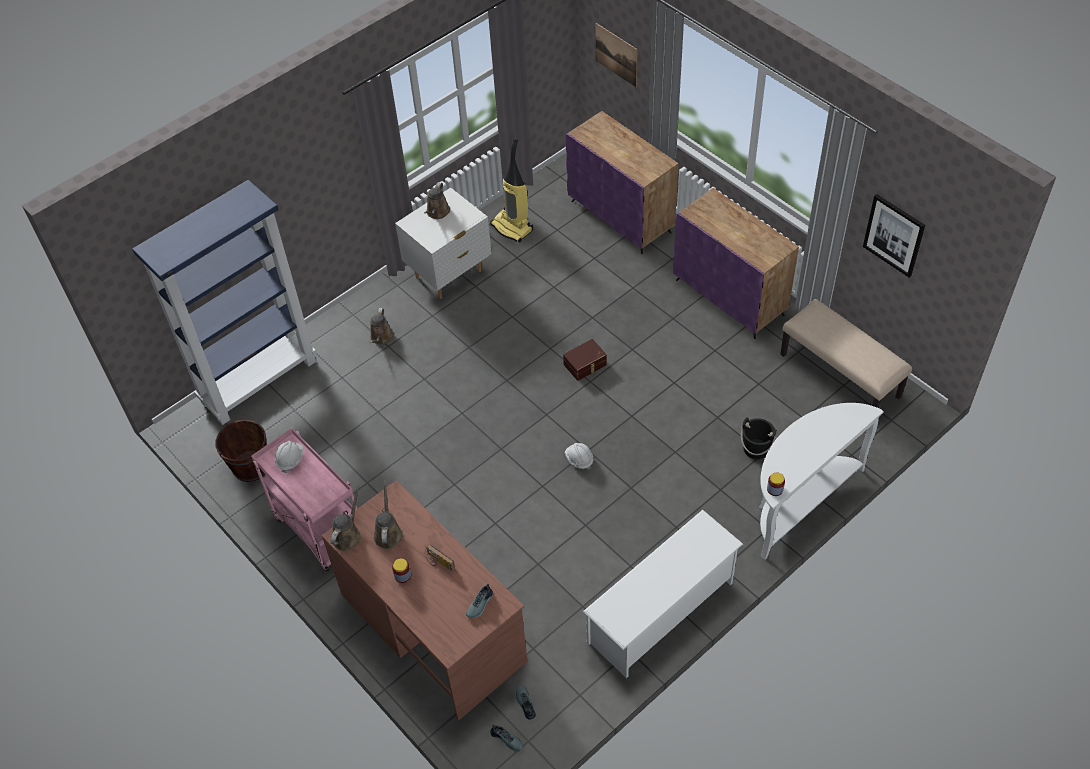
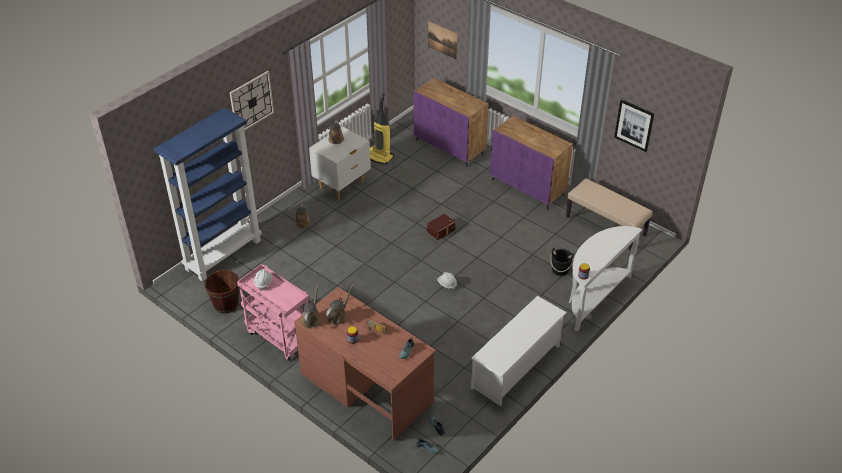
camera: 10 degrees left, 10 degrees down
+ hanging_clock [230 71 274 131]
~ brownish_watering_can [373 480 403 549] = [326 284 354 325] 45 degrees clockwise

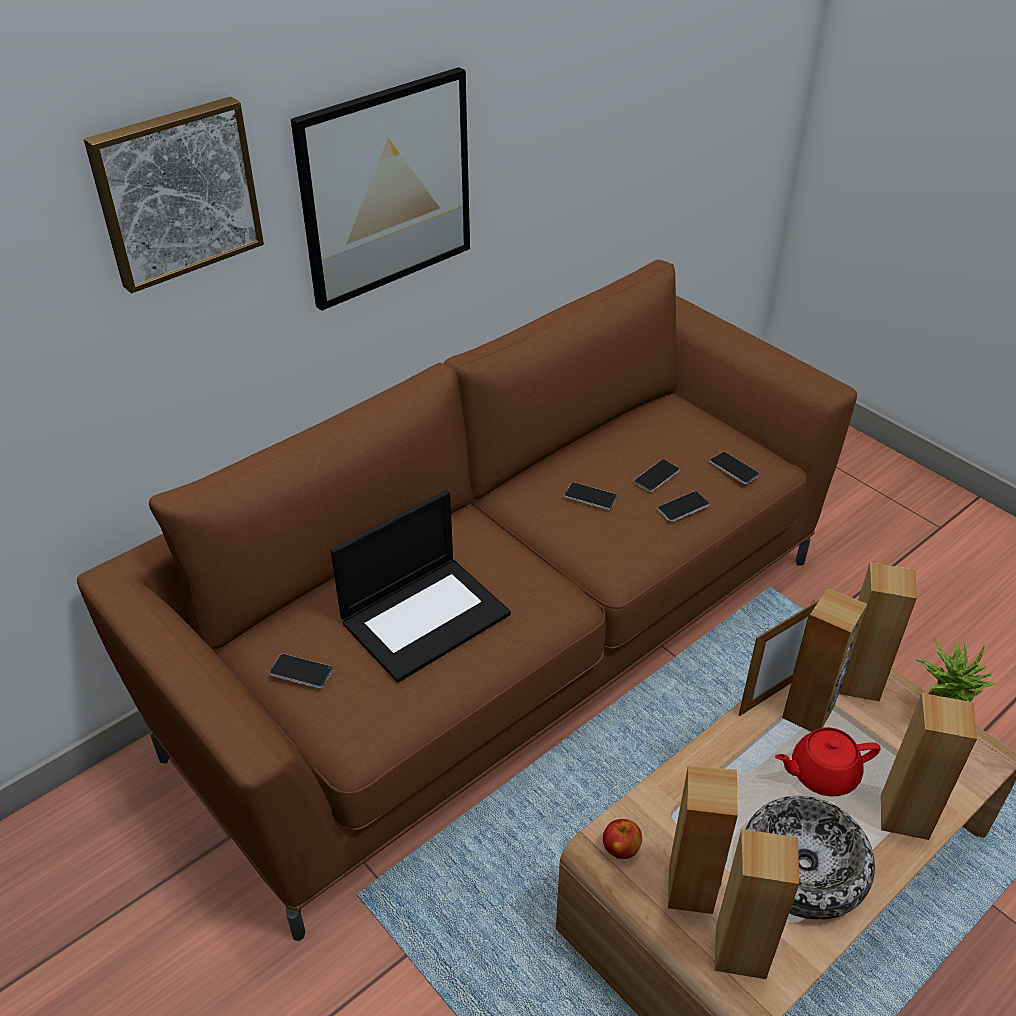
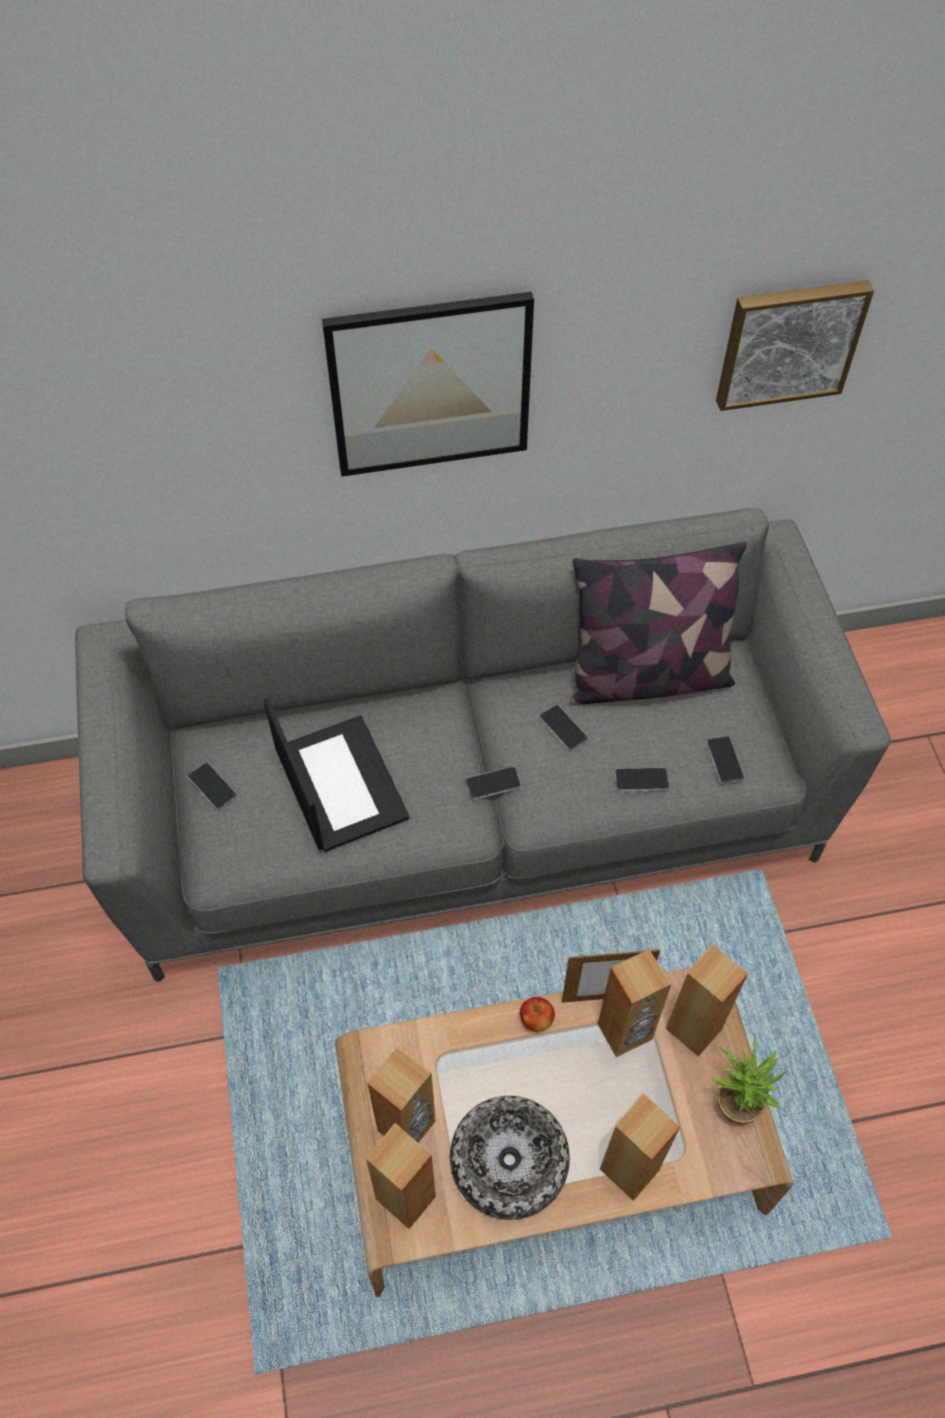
camera: 30 degrees right, 15 degrees up
~ brownish_sofa [77 260 857 941] to gray_sofa [75 508 890 982]
~ laptop [330 490 511 683] = [264 698 409 852] 105 degrees counterclockwise
~ handset [634 459 680 492] to [465 767 521 800]
~ whole_apple [603 819 642 859] to [520 997 555 1032]
+ pillow [569 542 747 705]
~ wall_art [84 97 264 293] to [716 280 874 411]
- red_tea_pot [775 727 881 797]

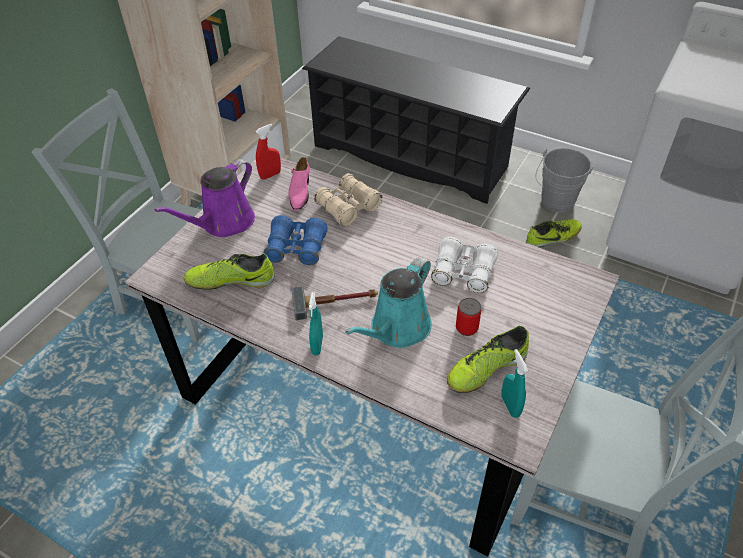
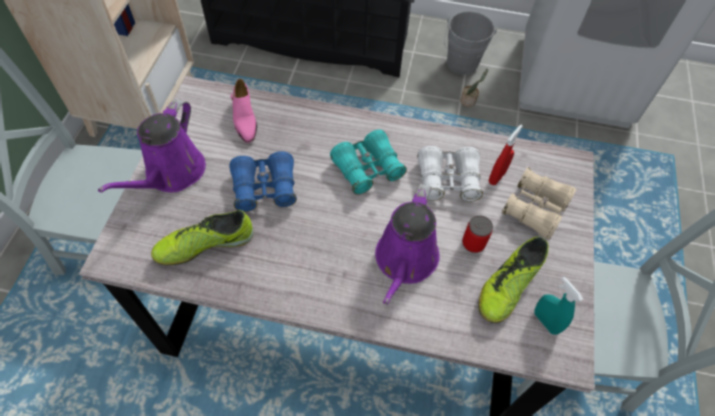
camera: 20 degrees left, 10 degrees up
+ turquoise-coloured_binoculars [330 129 407 195]
~ turquoise-coloured_watering_can [345 257 432 348] to purplish_watering_can [375 184 440 305]
~ low_shoe [526 219 582 248] to potted_plant [460 69 488 107]
~ red_sprayer [256 124 281 179] to [488 125 523 185]
~ beige-coloured_binoculars [314 173 382 227] to [501 167 577 240]
- hand_hammer [292 286 378 320]
- turquoise-coloured_sprayer [309 292 323 355]

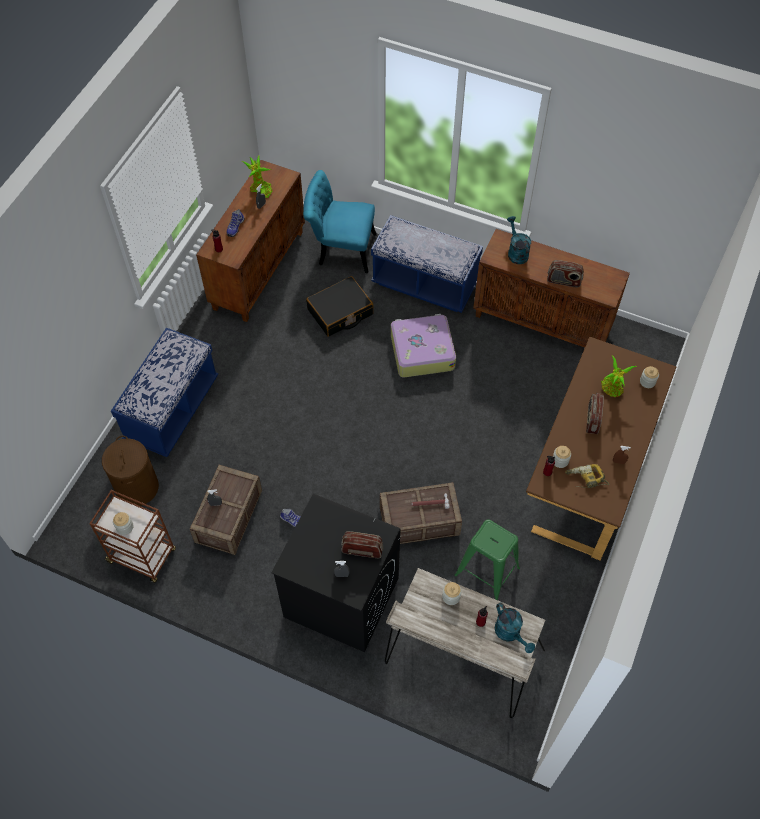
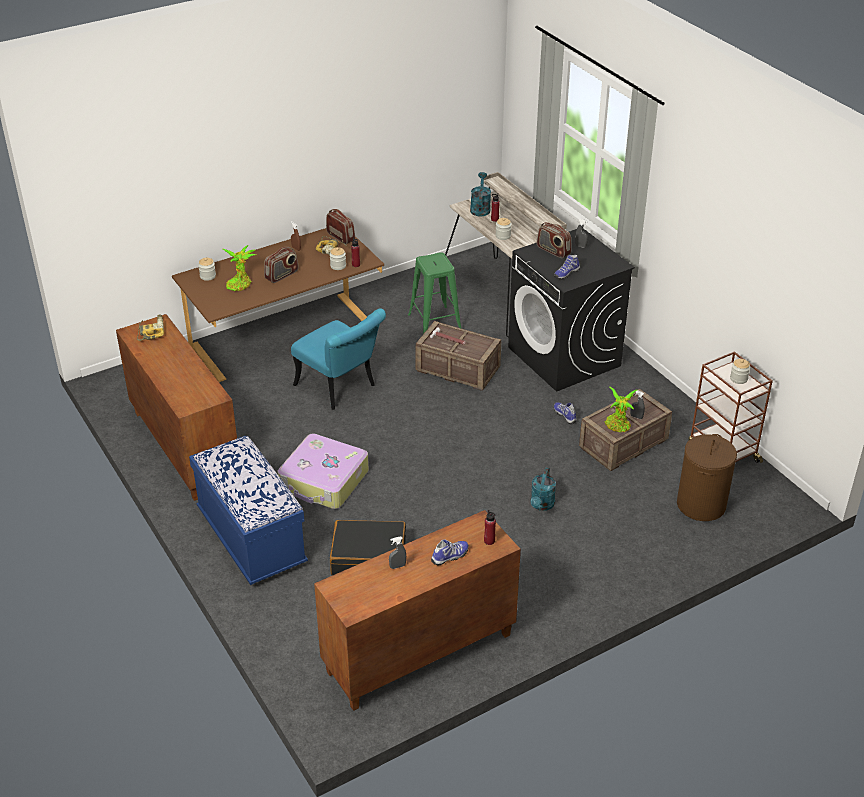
camera: 145 degrees left, 20 degrees down
+ electric_drill [137 314 164 341]
~ turquoise-coloured_upright_chair [303 170 377 273] to [291 308 386 410]
~ radio_set [547 260 584 288] to [326 209 355 244]
~ turquoise-coloured_watering_can [507 216 531 264] to [531 468 556 511]
+ low_shoe [554 255 580 280]
~ potted_plant [242 156 272 198] to [604 387 637 432]
- blue-coloured_indoor_bench [111 328 218 457]

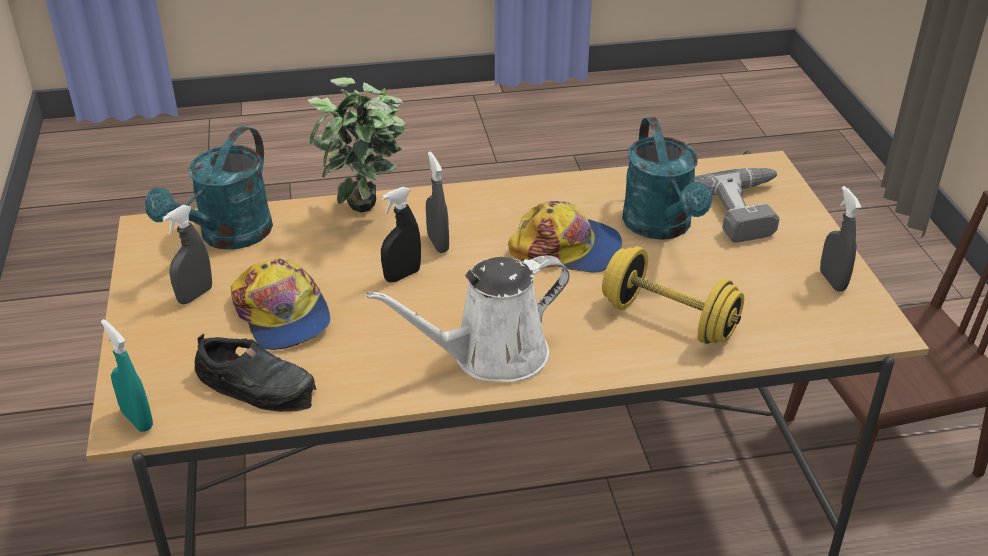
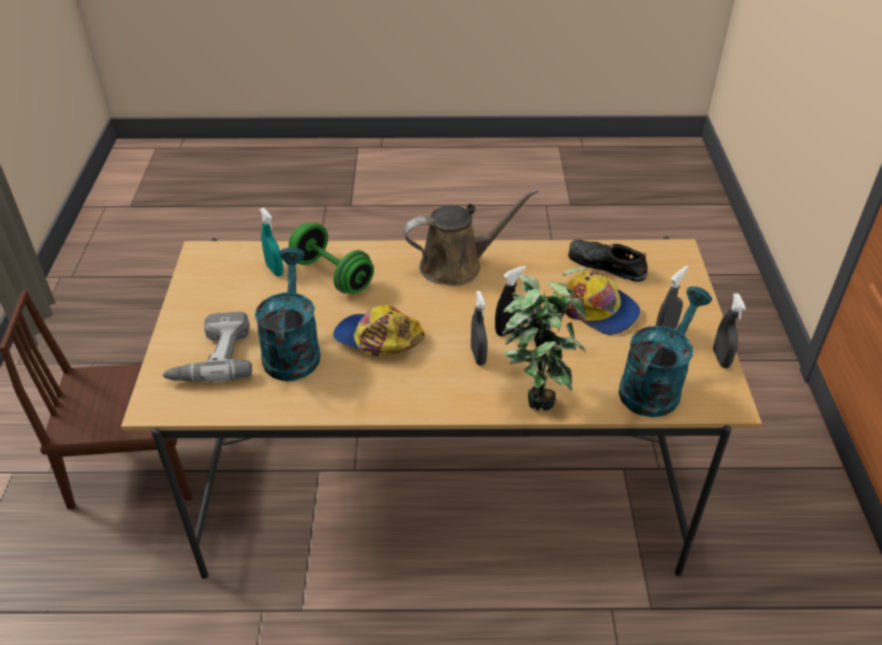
camera: 170 degrees left, 5 degrees up
~ turquoise-coloured_sprayer [101 319 153 432] to [260 208 284 276]
~ yellow-coloured_dumbbell [602 246 744 344] to greenish_dumbbell [289 223 374 294]
~ white-coloured_watering_can [366 255 569 382] to brownish_watering_can [404 189 538 286]
~ baseball_cap [231 258 331 350] = [553 270 640 335] 150 degrees clockwise
~ gray_sprayer [820 186 861 292] to [713 293 746 368]

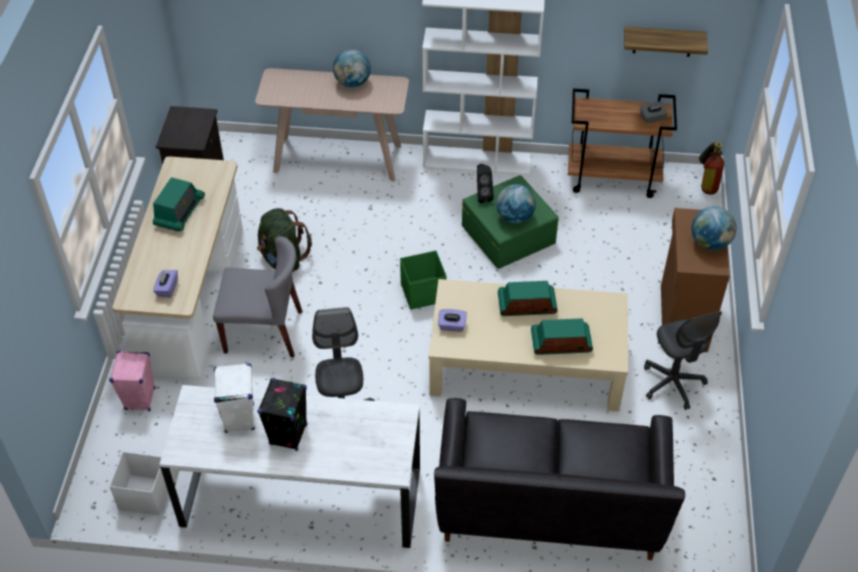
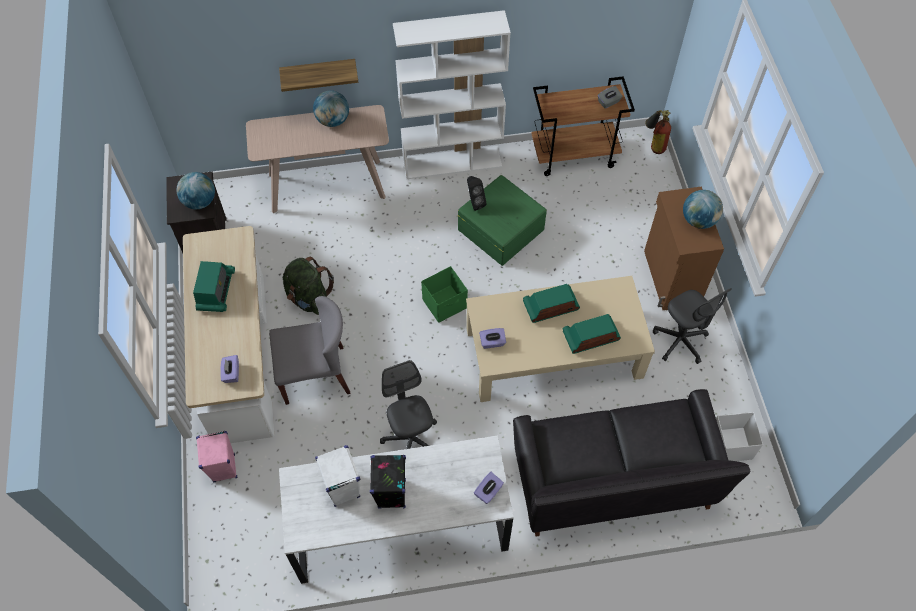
camera: 15 degrees left, 10 degrees up
~ world_globe [496 184 536 224] to [176 172 215 209]
~ bracket_shelf [624 27 708 57] to [279 59 358 92]
+ purplish_box_of_tissues [474 472 504 504]
~ white-coloured_storage_container [109 452 168 515] to [716 412 763 461]

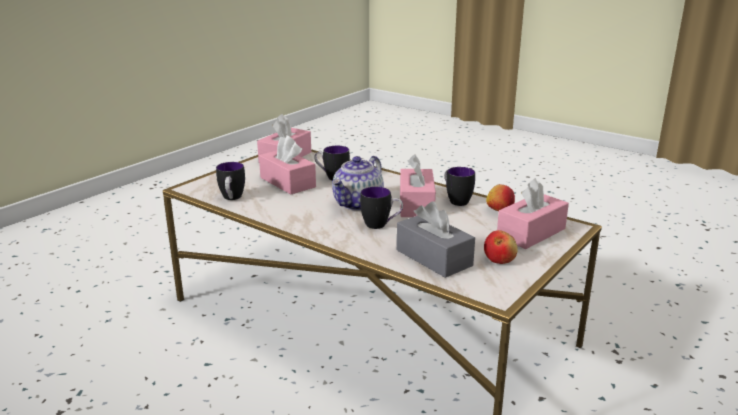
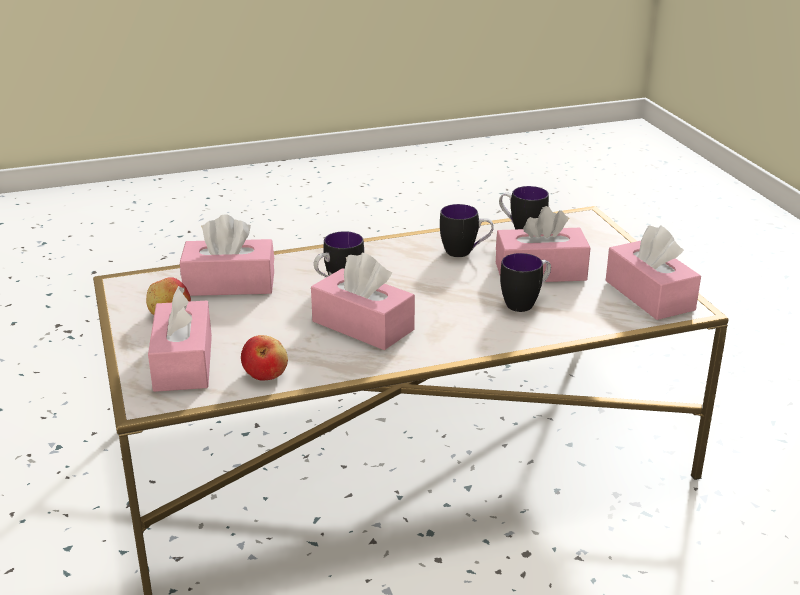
camera: 125 degrees right, 5 degrees up
~ gray_box_of_tissues [397 201 475 278] to pinkish_box_of_tissues [180 214 274 296]
~ tea_mug [445 167 475 206] to [440 204 494 257]
- tea_pot [332 156 384 211]

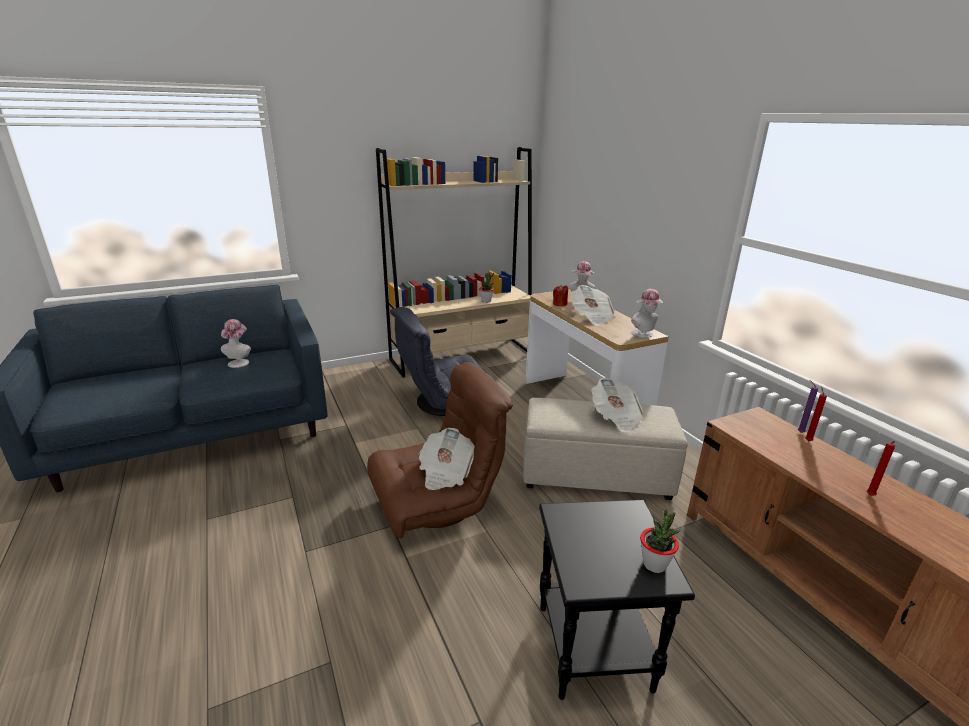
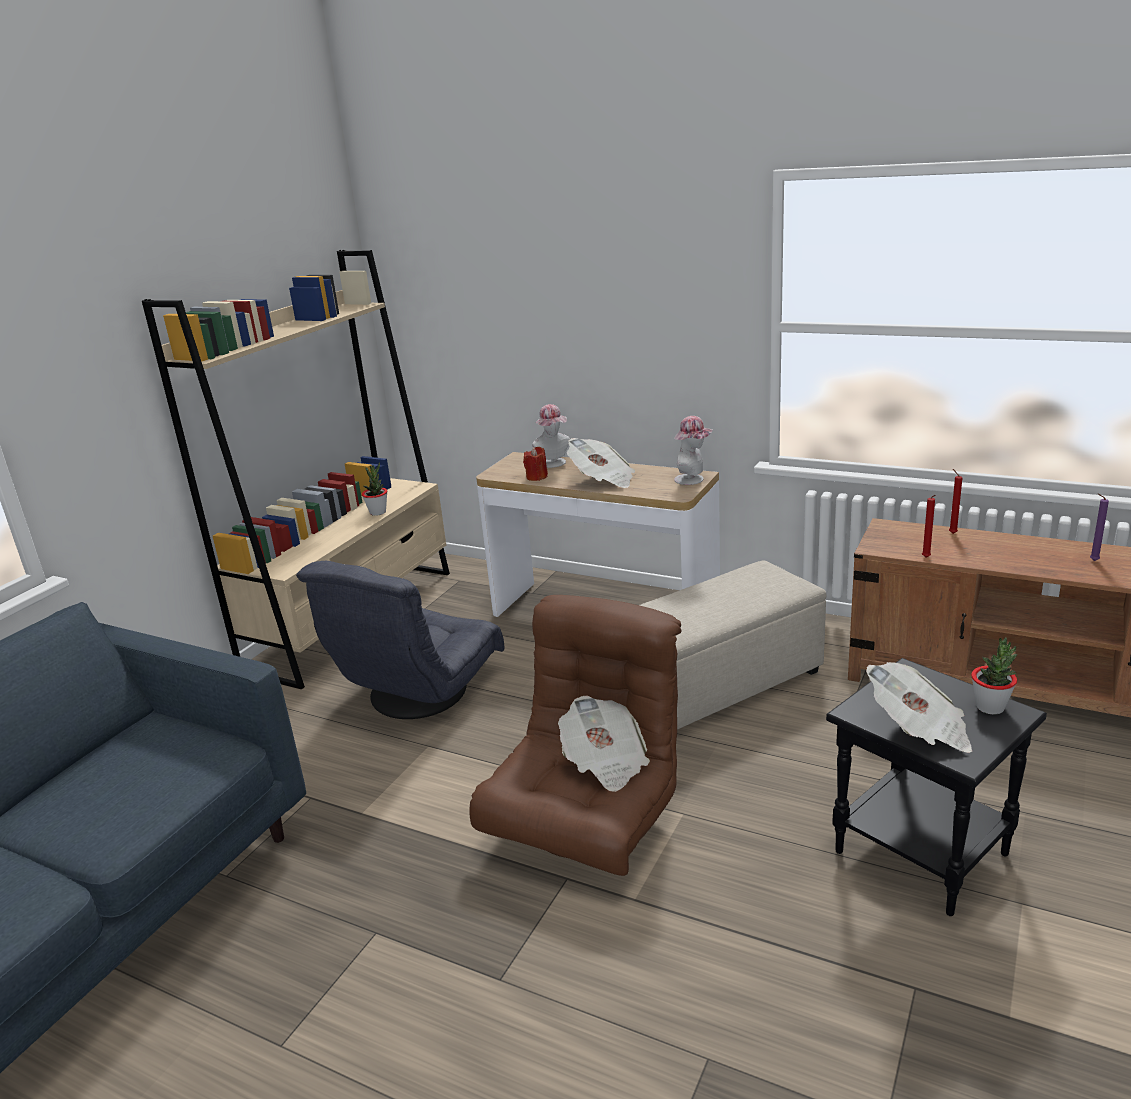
camera: 35 degrees left, 0 degrees up
~ newspaper [591 378 645 433] to [866 662 972 753]
~ red_wax_light [867 441 896 496] to [922 495 936 557]
~ purplish_wax_light [798 380 818 433] to [1090 493 1109 561]
- wearable_hat [221 319 251 368]

